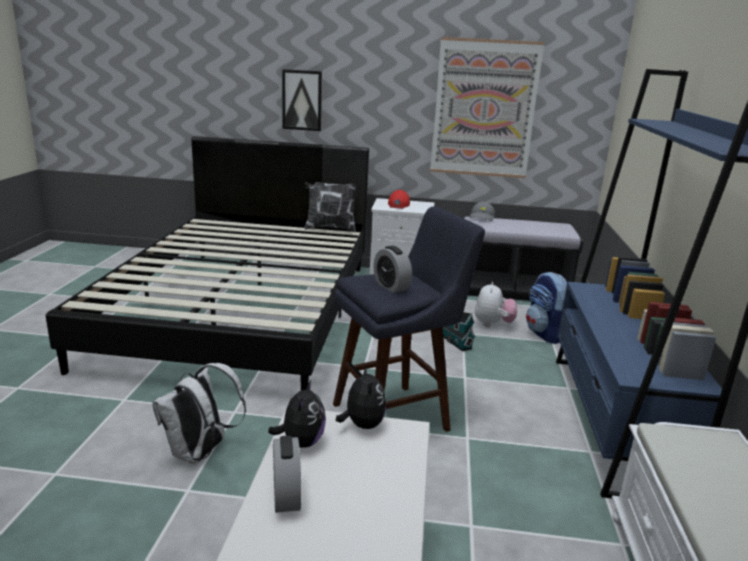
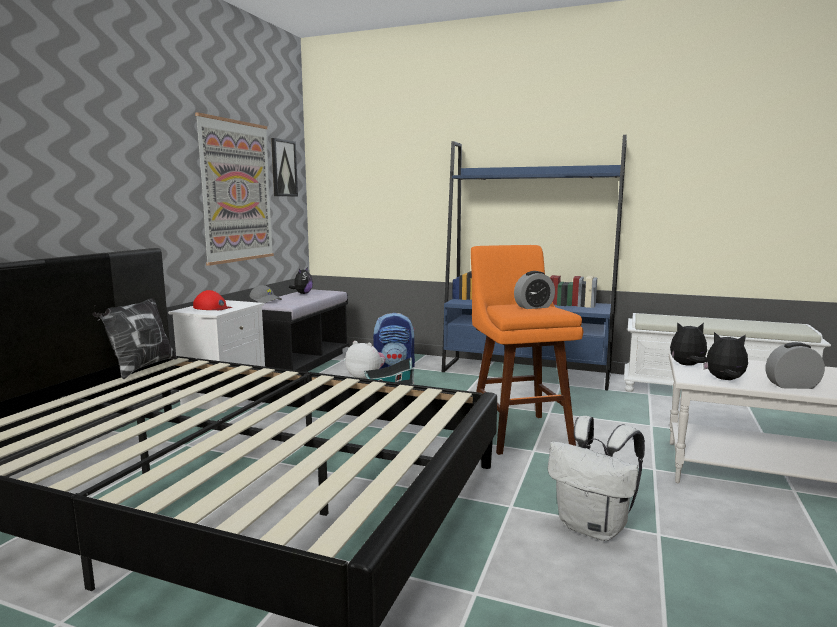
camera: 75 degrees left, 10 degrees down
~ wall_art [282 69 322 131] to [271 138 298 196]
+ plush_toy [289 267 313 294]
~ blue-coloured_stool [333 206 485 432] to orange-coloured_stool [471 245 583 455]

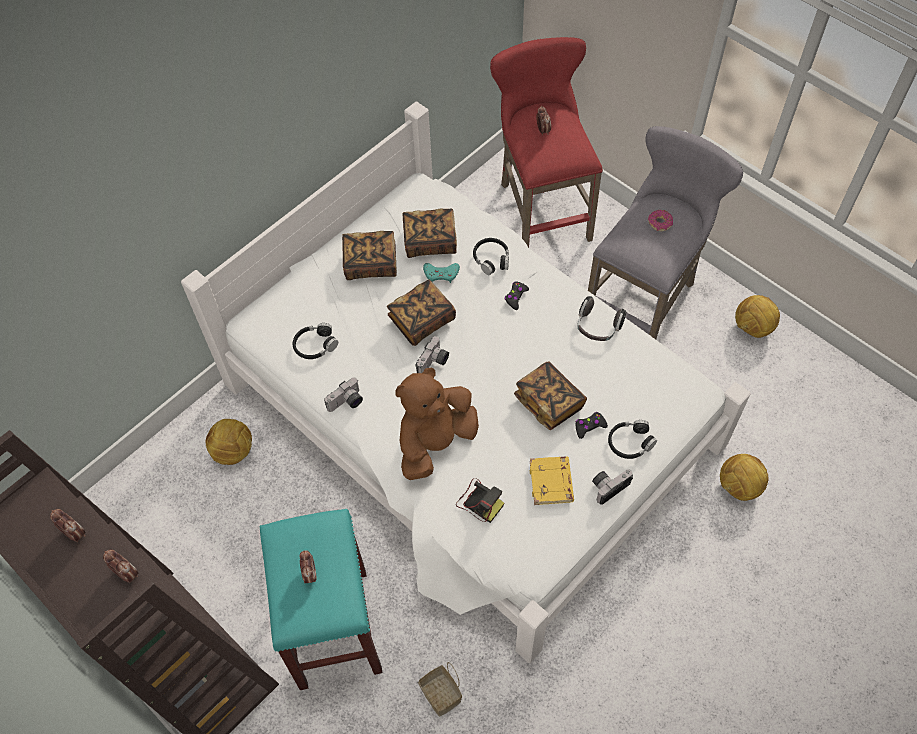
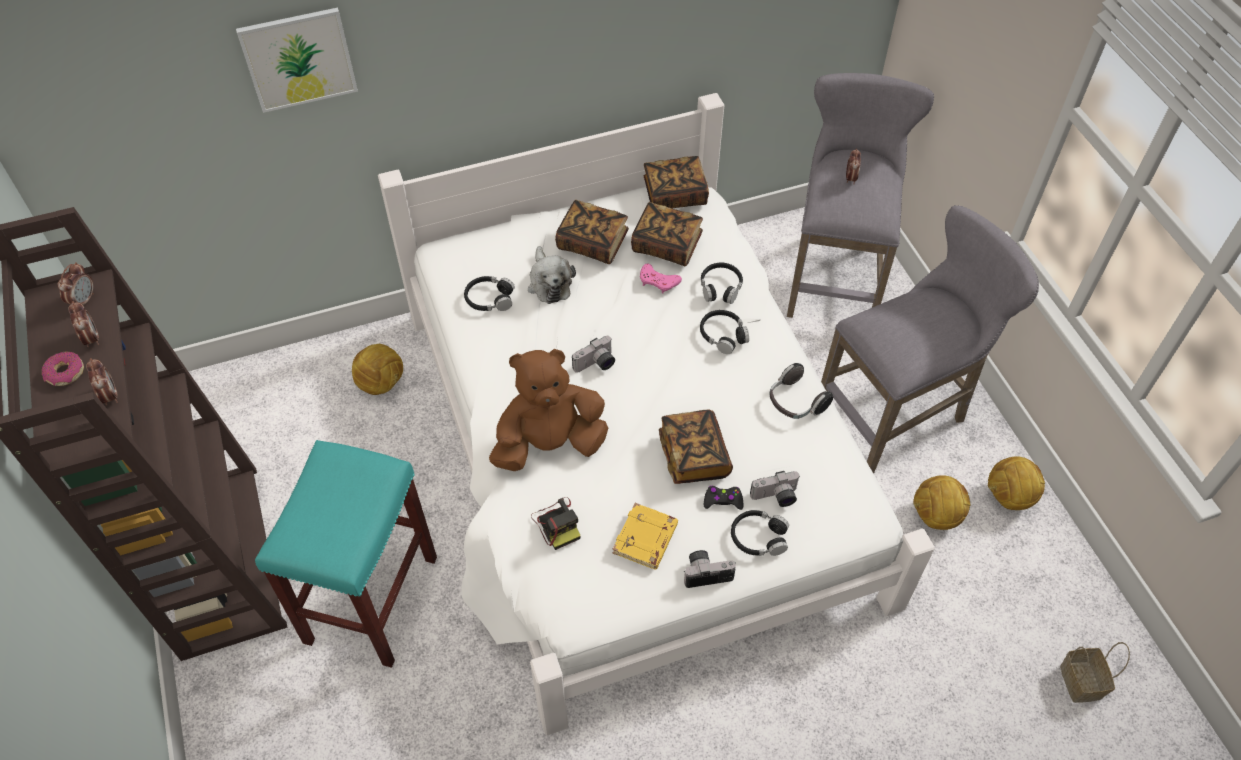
camera: 25 degrees right, 5 degrees down
~ ring_doughnut [648 210 673 231] to [42 352 84 386]
~ bedside_clock [299 550 317 583] to [57 262 94 305]
+ wall_art [236 7 358 113]
+ plush_toy [528 246 576 304]
~ turquoise-coloured_game_controller [423 263 460 283] to pinkish_game_controller [640 263 682 293]
~ volume [387 280 456 346] to [644 156 709 209]
~ blackish_game_controller [505 281 529 310] to blackish_pair_of_headphones [700 310 749 354]
~ photo_camera [324 377 363 412] to [750 471 800 507]
~ red_stool [490 37 603 248] to gray_stool [787 73 934 318]
~ ball_for_football [720 454 768 501] to [913 475 970 530]
~ basket [418 662 462 717] to [1060 642 1130 703]

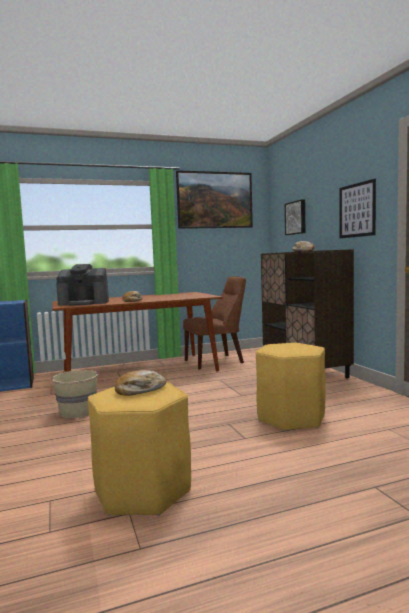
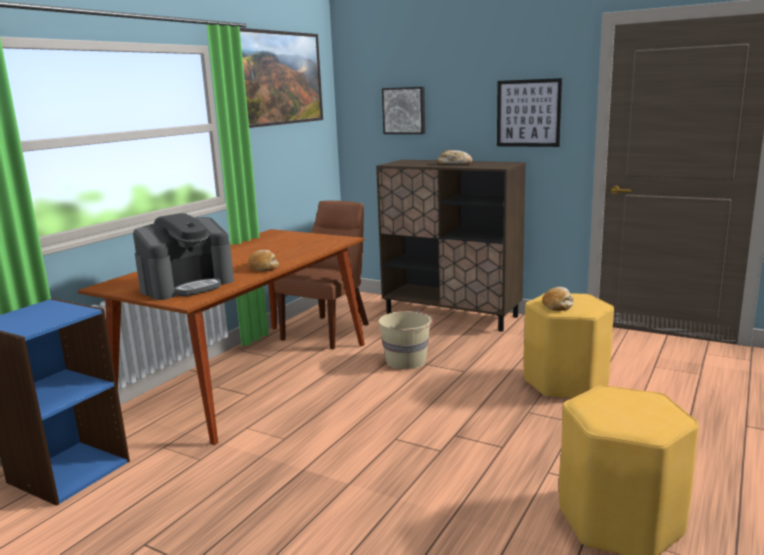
camera: 40 degrees left, 10 degrees up
~ beige-coloured_pail [51 370 99 418] to [379 310 434 370]
~ bakery_bread [115 370 166 396] to [542 287 574 311]

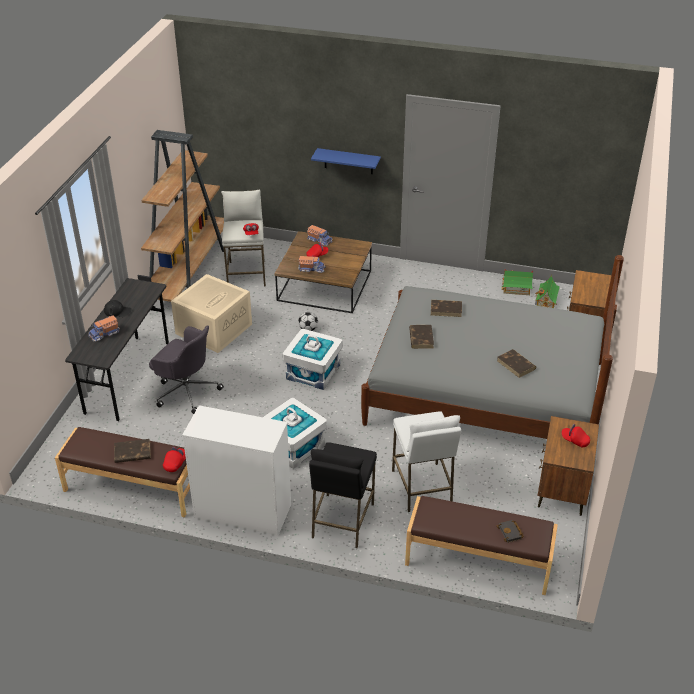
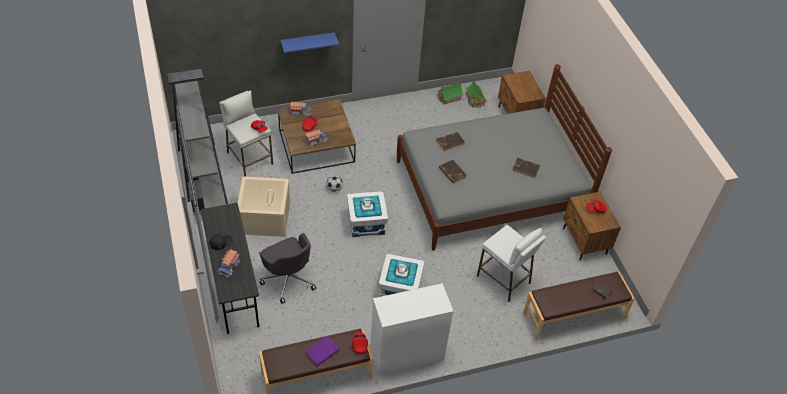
camera: 35 degrees left, 10 degrees up
~ brownish_bookcase [138 130 224 302] to gray_bookcase [167 69 228 215]
~ gray_desk_chair [149 325 224 414] = [259 233 316 304] 60 degrees clockwise
~ brownish_volume [114 439 151 463] to purplish_volume [305 336 340 366]
- blackish_stool [309 442 377 548]

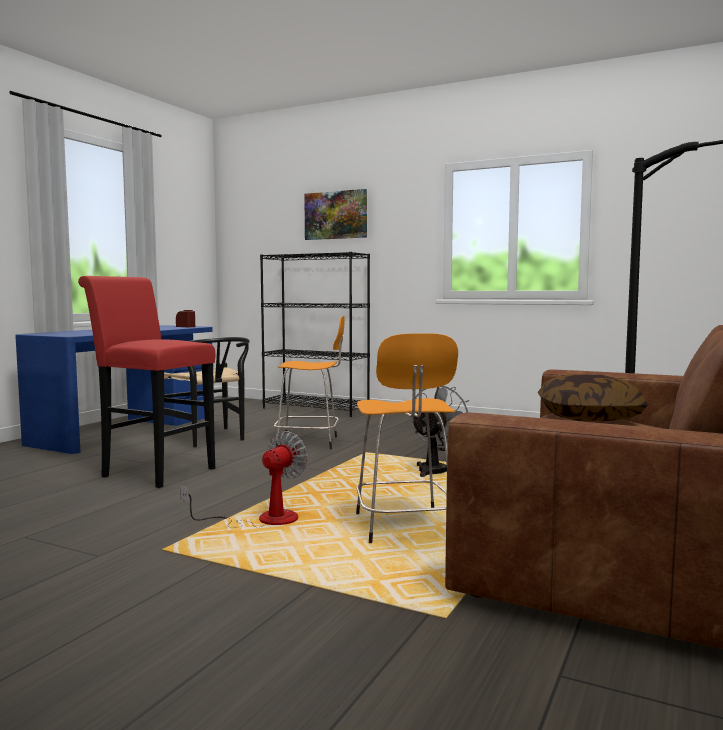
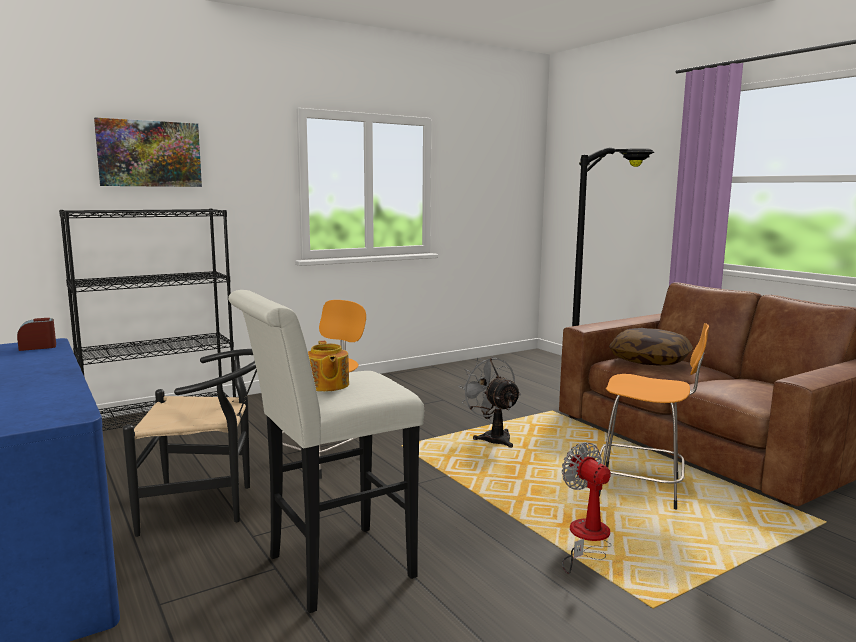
camera: 60 degrees left, 5 degrees up
~ red_stool [78 276 215 488] to white-coloured_stool [228 290 424 613]
+ tea_pot [308 341 349 392]

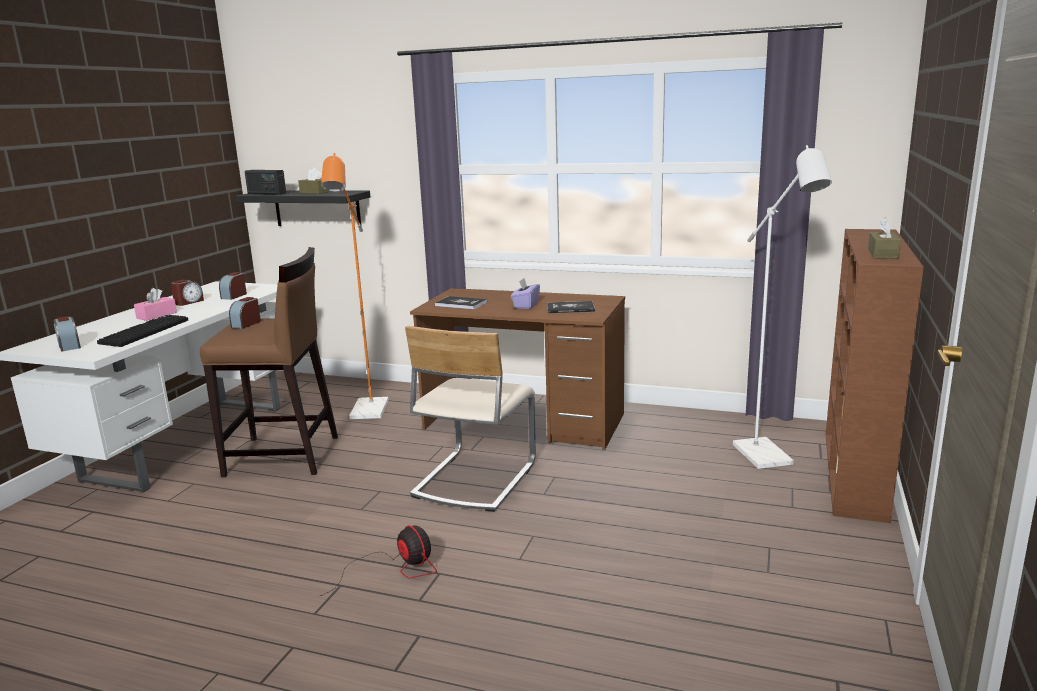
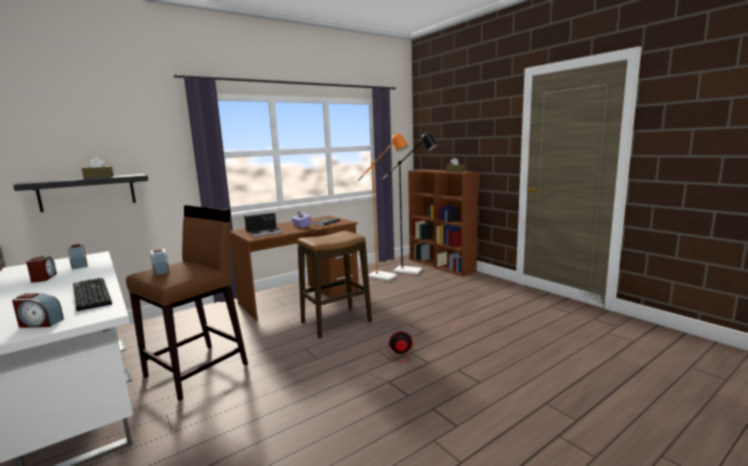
camera: 55 degrees left, 5 degrees down
~ radio_set [245 170 286 195] to [244 212 277 232]
~ beige-coloured_upright_chair [405 326 536 512] to stool [297 231 372 338]
~ orange-coloured_standing_lamp [321 153 389 419] to [358 133 408 281]
~ white-coloured_standing_lamp [733 145 832 469] to blackish_standing_lamp [383 132 438 275]
- pinkish_box_of_tissues [134 288 177 321]

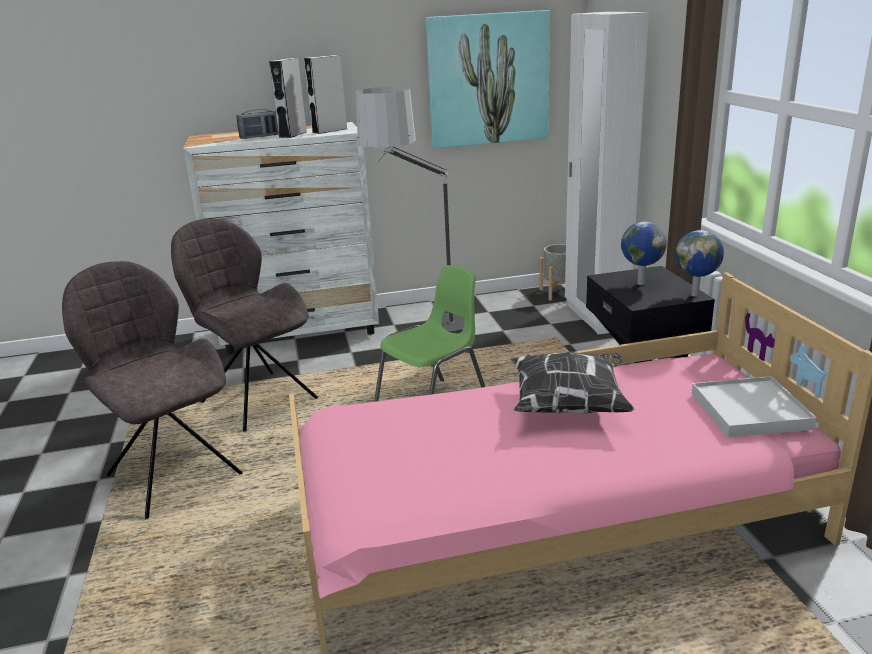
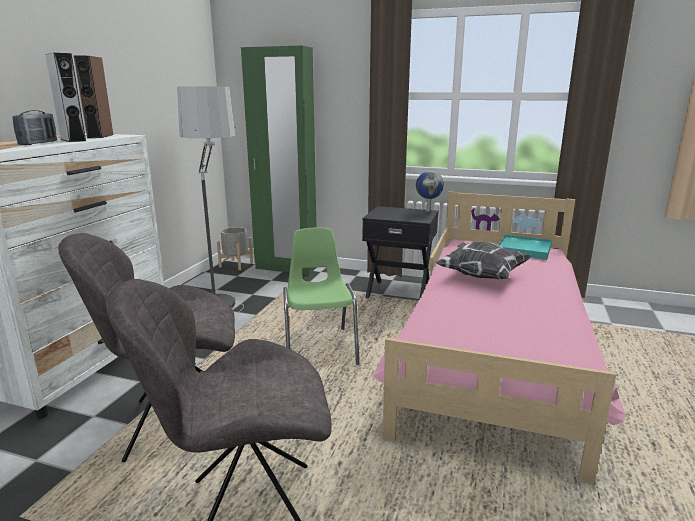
camera: 60 degrees left, 5 degrees down
~ white-coloured_audio_speaker [304 55 347 134] to brownish_audio_speaker [74 56 113 138]
~ white-coloured_clothes_cupboard [565 12 649 335] to greenish_clothes_cupboard [241 46 317 275]
~ white-coloured_tray [692 376 817 438] to turquoise-coloured_tray [498 235 552 260]
- wall_art [426 10 550 148]
- world_globe [621 222 667 285]

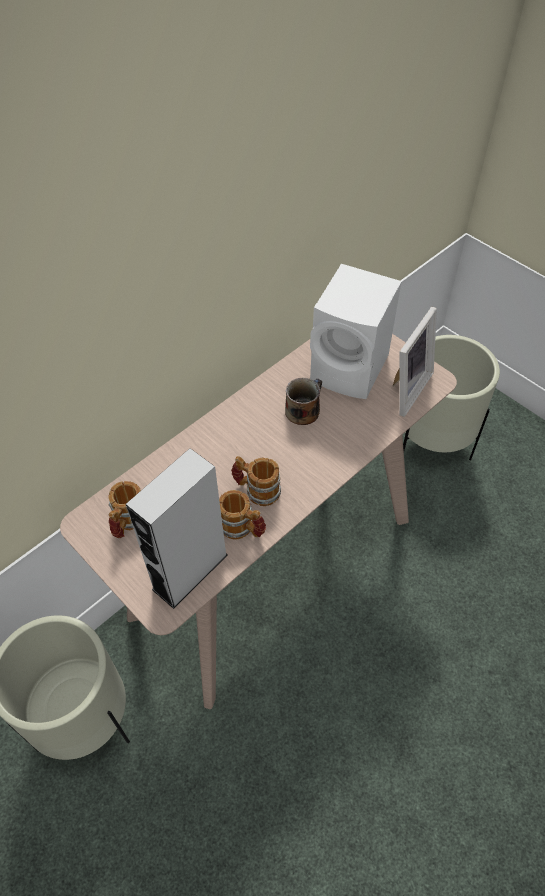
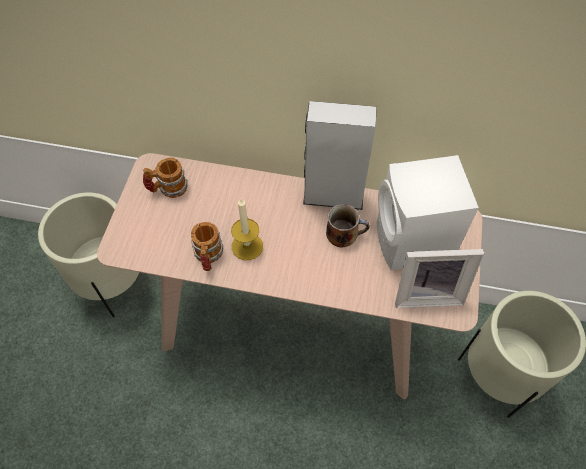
camera: 55 degrees right, 5 degrees up
~ tea_mug [231 456 281 506] to wax_light [231 198 263 260]
~ gray_audio_speaker [126 448 228 609] to [303 101 377 210]

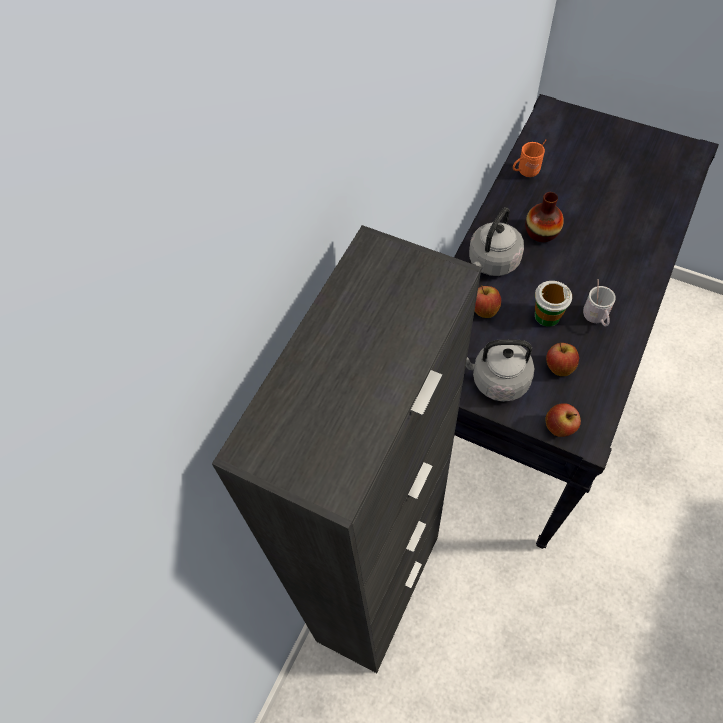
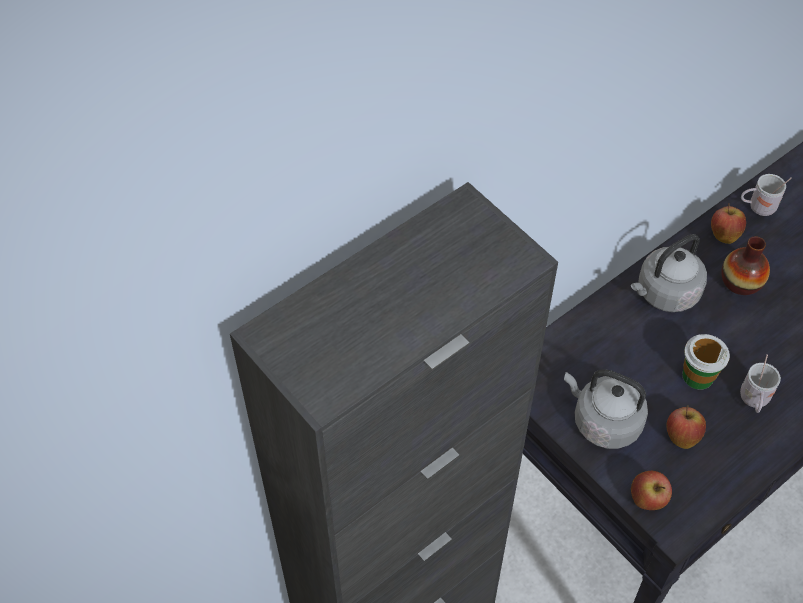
camera: 20 degrees right, 5 degrees down
~ whole_apple [475 285 501 318] to [711 203 746 244]
~ orange-coloured_tea_mug [513 139 547 177] to white-coloured_tea_mug [741 174 791 216]

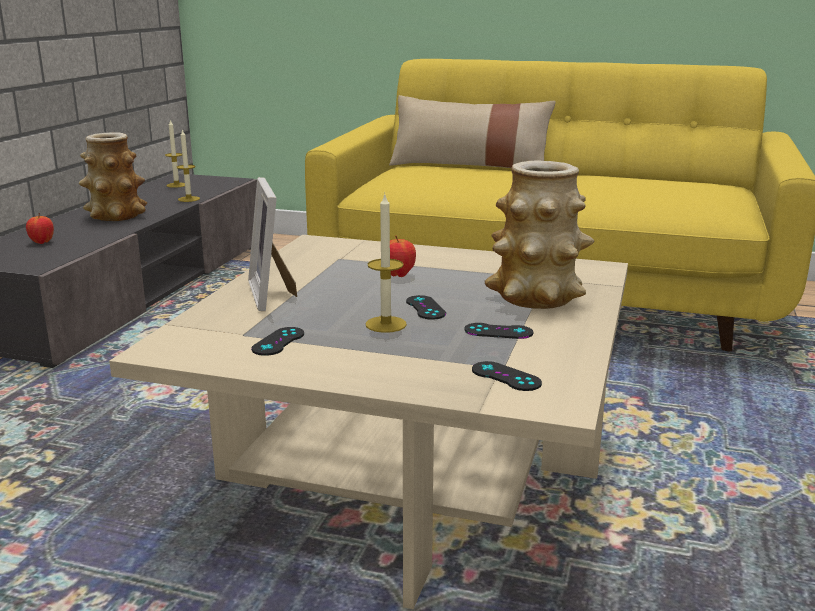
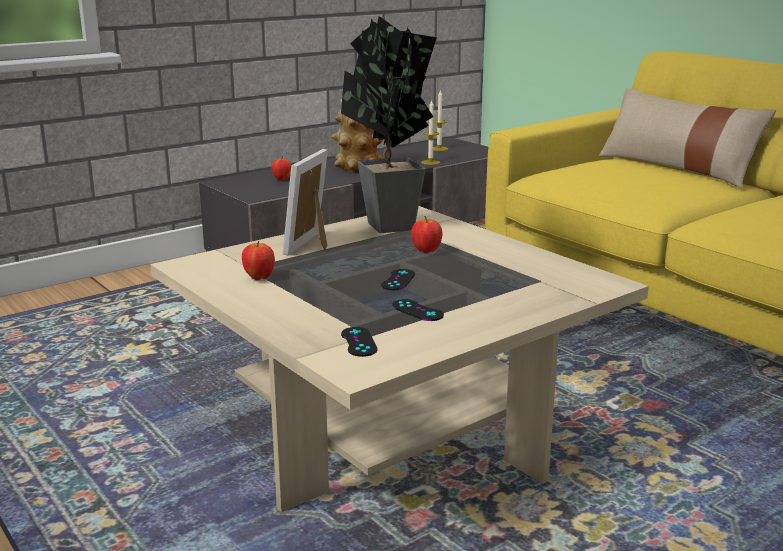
camera: 35 degrees right, 0 degrees up
~ blackish_game_controller [251 327 304 356] to whole_apple [242 241 275 280]
+ potted_plant [341 16 437 233]
- wax_light [366 192 407 333]
- decorative_vase [485 161 594 309]

